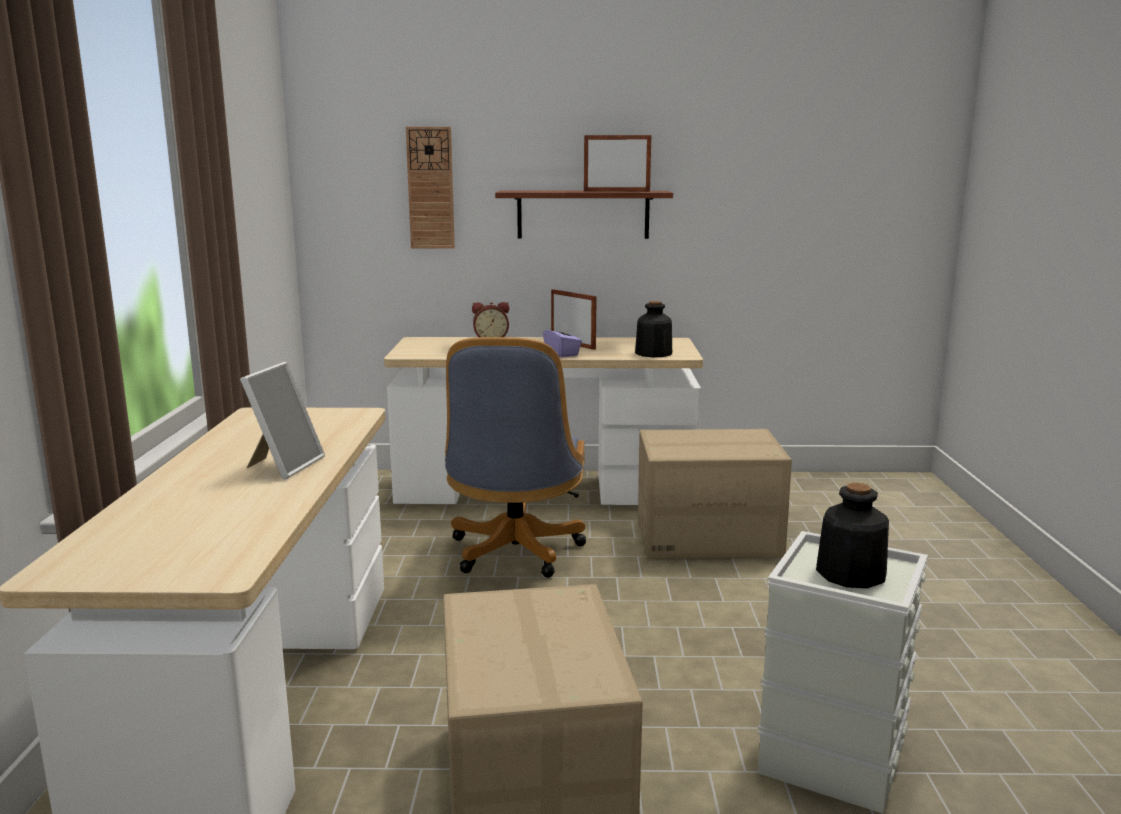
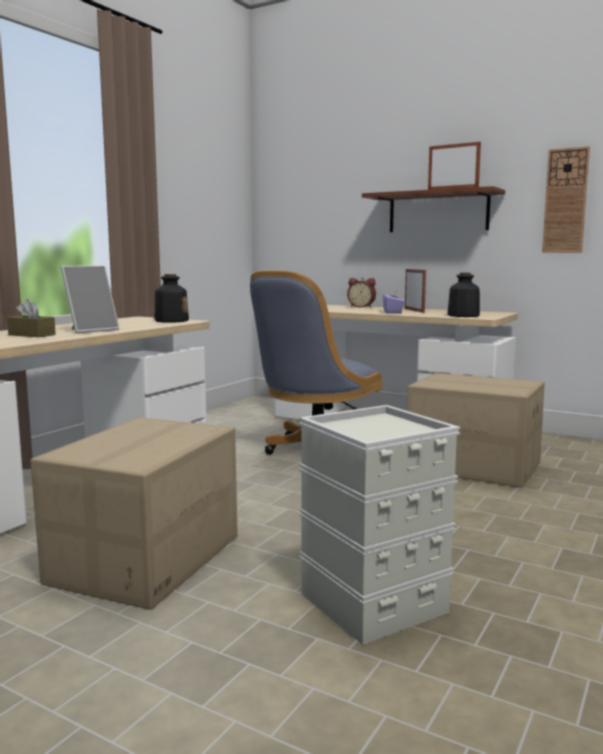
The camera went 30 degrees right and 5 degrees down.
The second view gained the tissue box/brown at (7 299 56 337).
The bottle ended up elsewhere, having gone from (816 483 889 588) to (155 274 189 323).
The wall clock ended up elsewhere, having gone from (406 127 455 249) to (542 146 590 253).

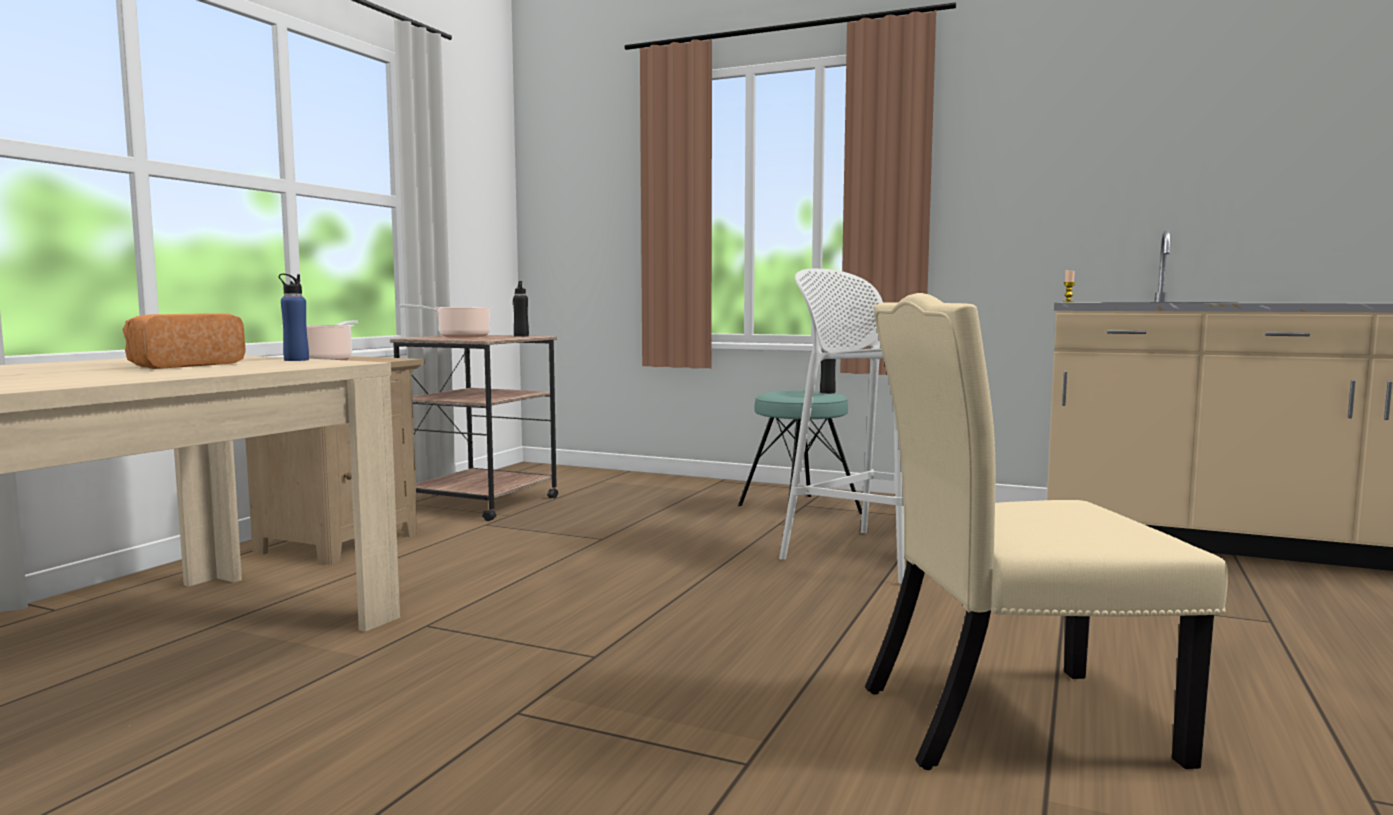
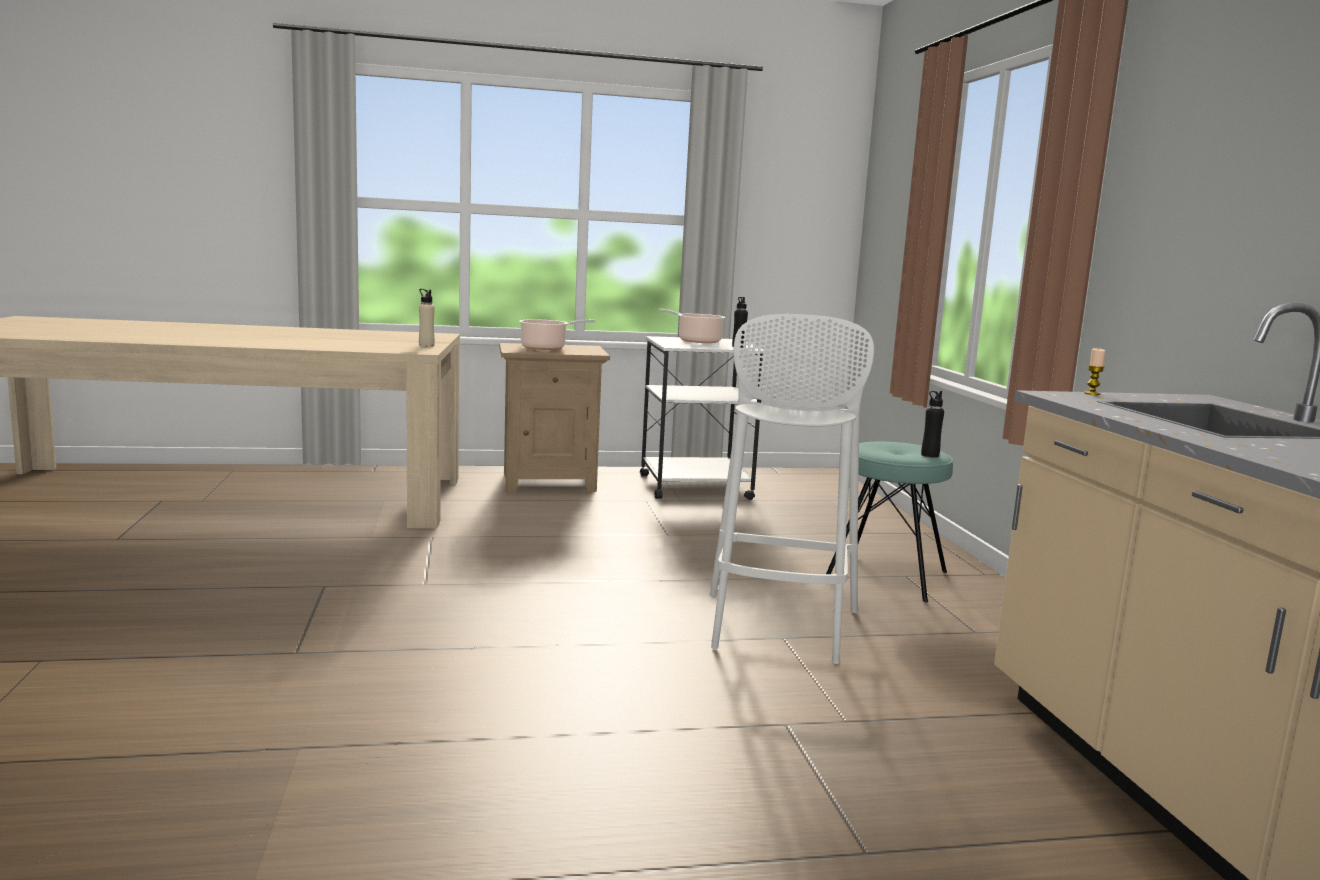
The camera went 55 degrees right and 5 degrees up.
What was the bottle/blue at (279 274 309 361) turned into the bottle/beige at (419 289 435 347).
What was the cart/brown at (390 335 558 521) turned into the cart/white at (640 336 768 500).
The second view lost the bread at (123 313 246 369).
The second view lost the chair/beige at (865 293 1228 770).

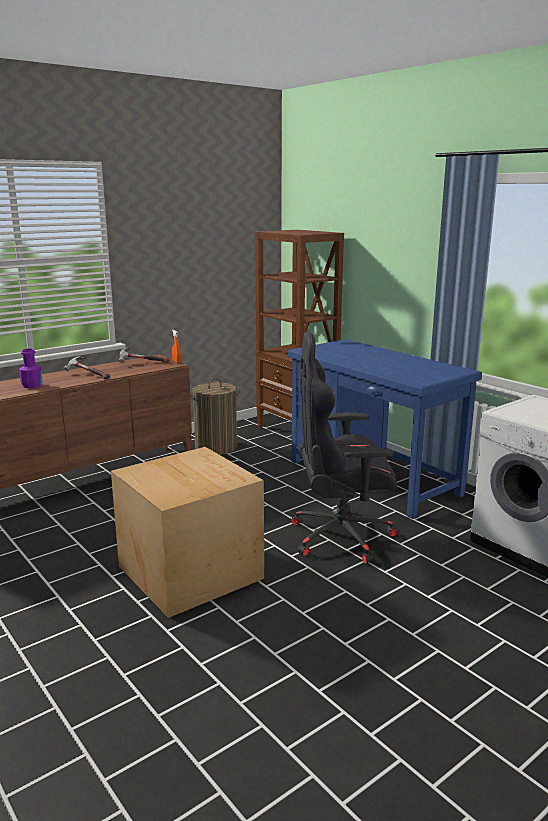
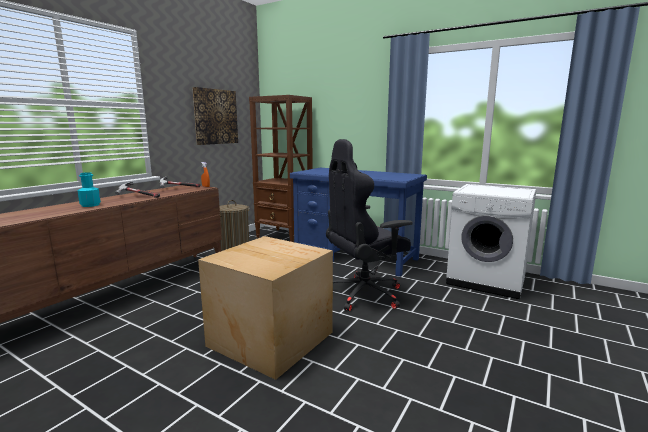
The camera went 20 degrees left and 5 degrees down.
What was the bottle/purple at (19 348 43 388) turned into the bottle/turquoise at (77 172 101 207).
The second view gained the picture at (192 87 238 145).

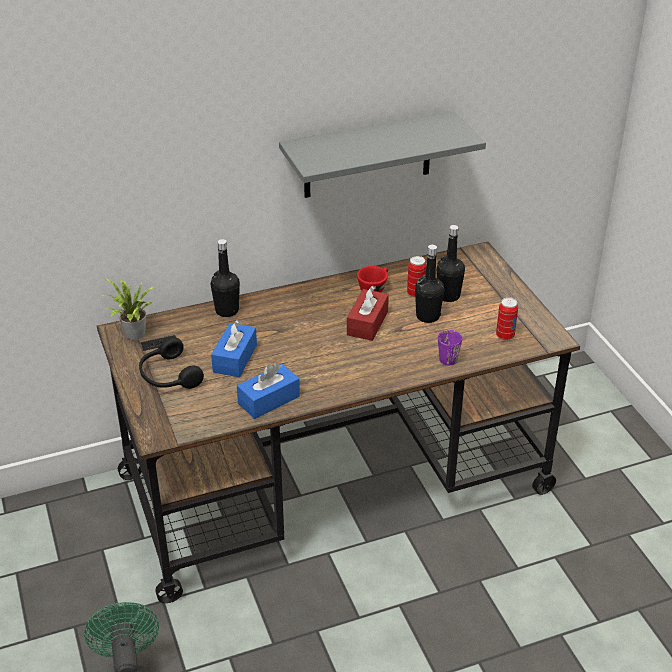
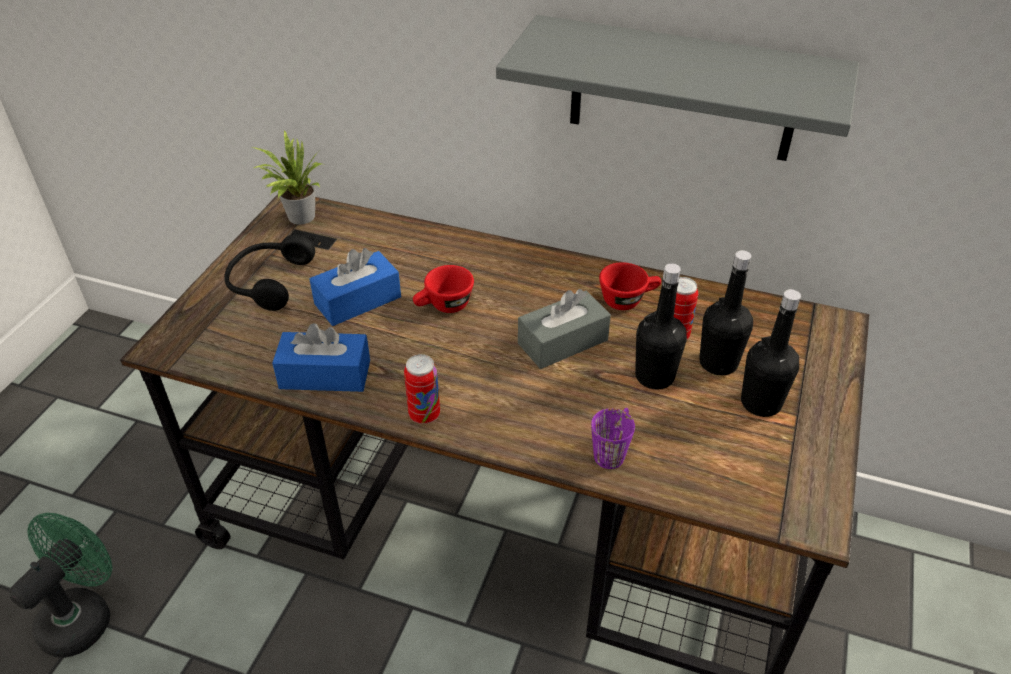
The camera went 40 degrees right and 5 degrees up.
The can ended up elsewhere, having gone from (496 297 518 341) to (404 354 440 424).
The second view gained the cup/red at (413 265 474 313).
What was the tissue box/red at (347 286 389 341) turned into the tissue box/grey at (518 289 611 369).
The bottle/black ended up elsewhere, having gone from (211 239 240 317) to (741 289 801 417).

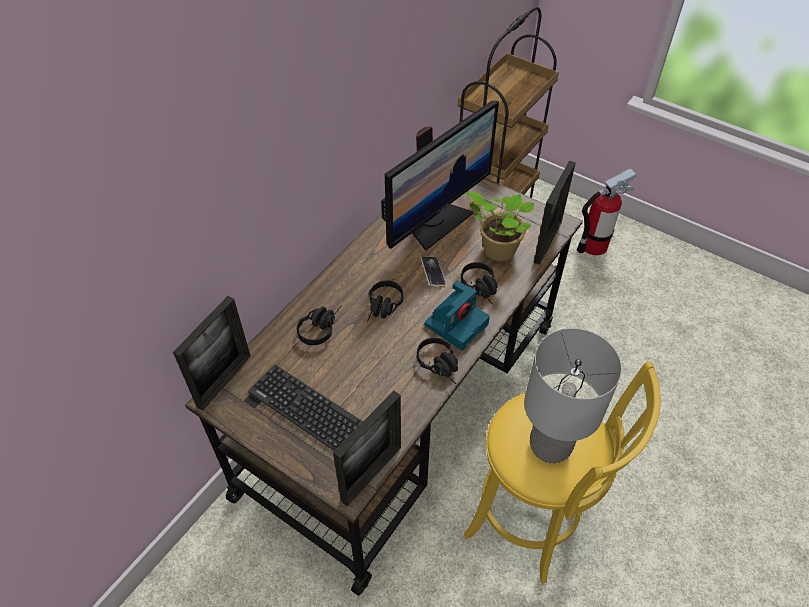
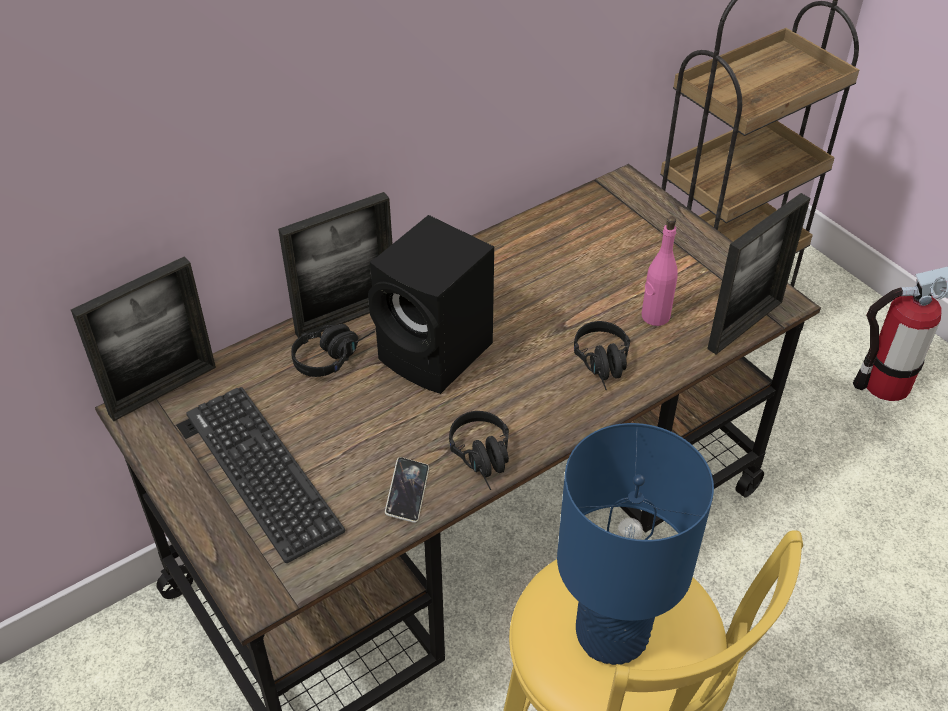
The camera went 20 degrees right and 5 degrees down.
The picture frame ended up elsewhere, having gone from (333 391 401 506) to (278 192 392 338).
Where the headphones/black stood at (367 280 403 322), the speaker/black came to stand at (368 215 494 394).
The phone ended up elsewhere, having gone from (421 257 446 286) to (385 457 429 523).
What was the table lamp/grey at (524 328 622 463) turned into the table lamp/blue at (557 423 714 665).
Where the potted plant stood at (466 192 534 261), the bottle/pink came to stand at (642 217 678 326).
The second view lost the monitor at (381 100 499 251).
The second view lost the photo camera at (425 281 490 351).

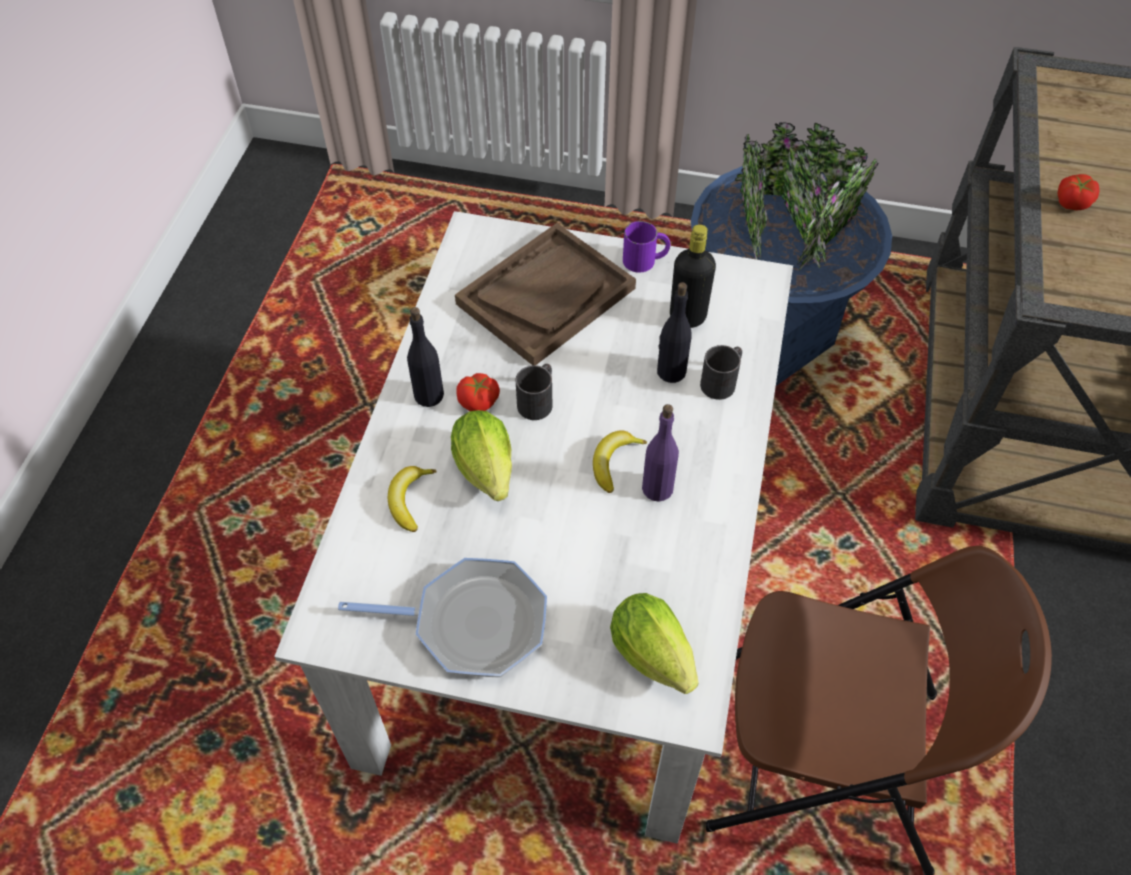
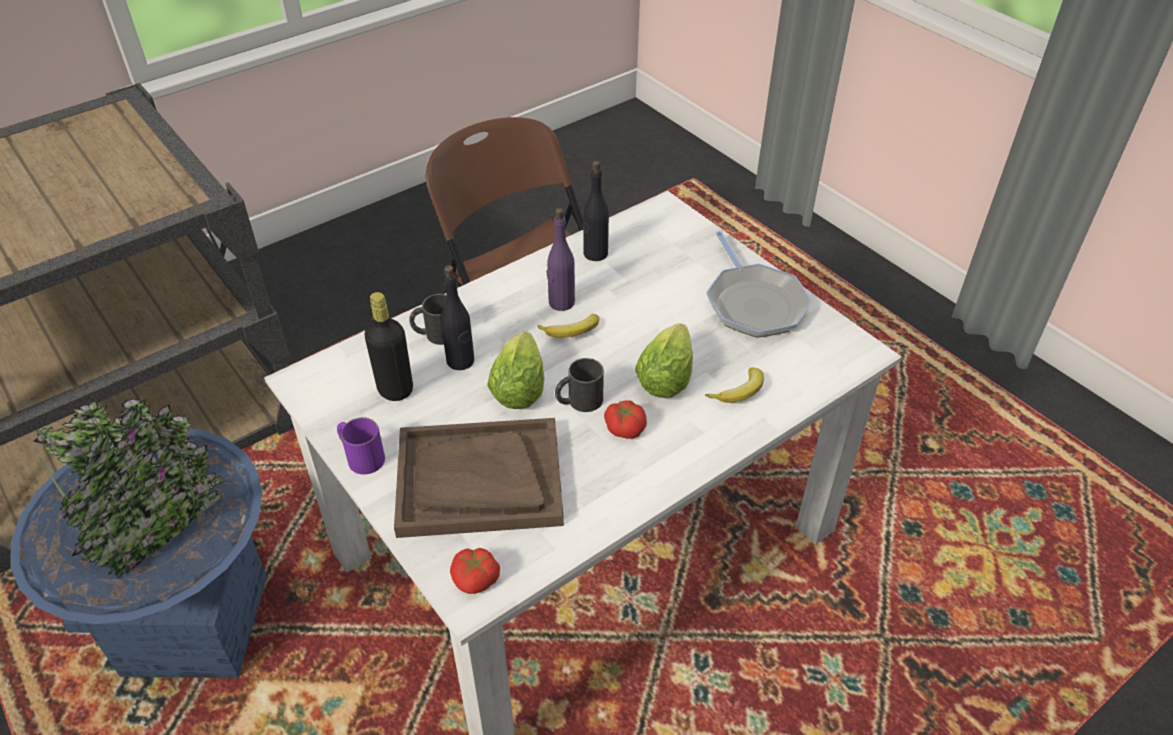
The camera went 140 degrees left and 10 degrees down.
The tomato ended up elsewhere, having gone from (1058 174 1099 211) to (450 548 500 594).
The lettuce ended up elsewhere, having gone from (610 593 699 694) to (487 331 545 409).
The bottle/black ended up elsewhere, having gone from (407 307 444 407) to (582 161 609 261).
The frying pan at (338 558 547 678) ended up facing another way, 150 degrees counterclockwise from before.

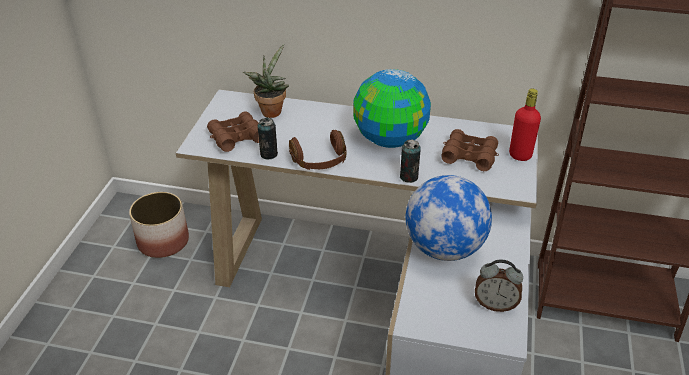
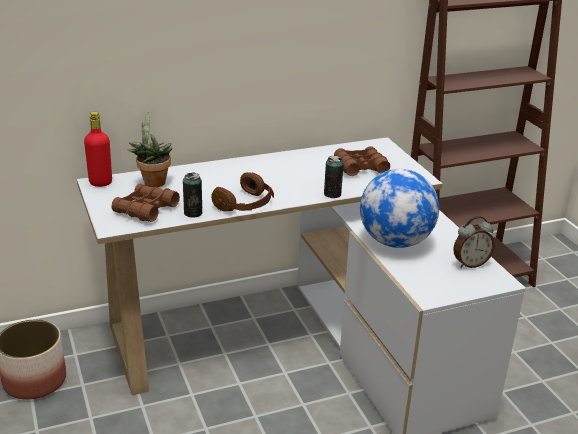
The camera went 35 degrees left and 10 degrees down.
The bottle/red ended up elsewhere, having gone from (509 89 541 161) to (84 112 112 187).
The second view lost the globe at (353 69 431 148).

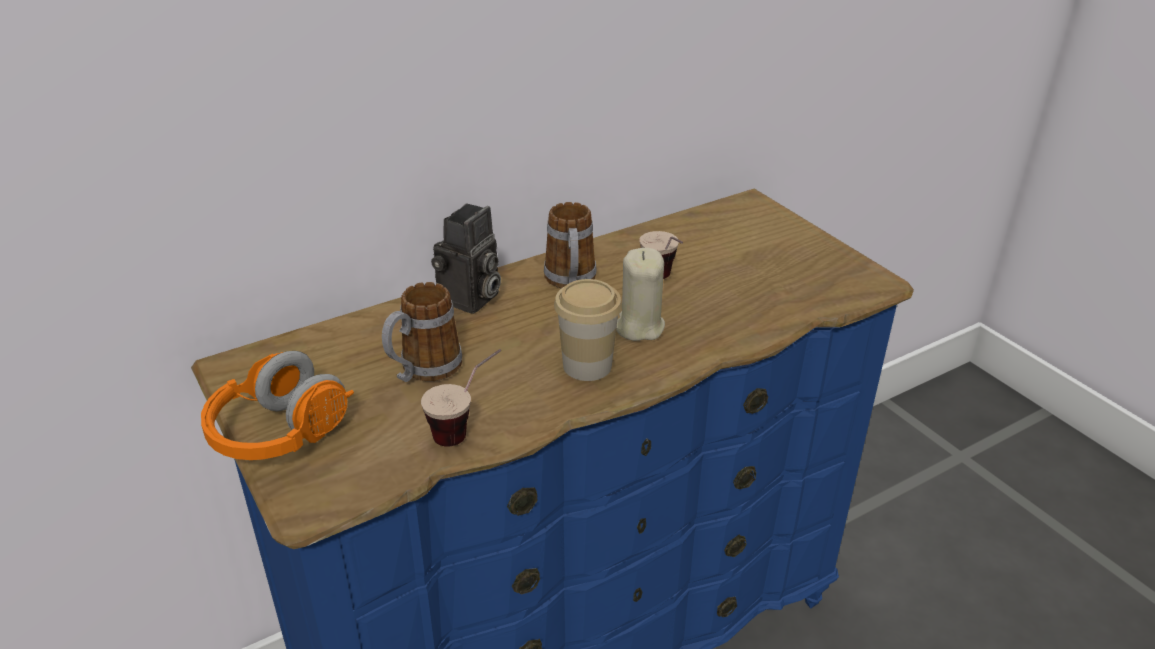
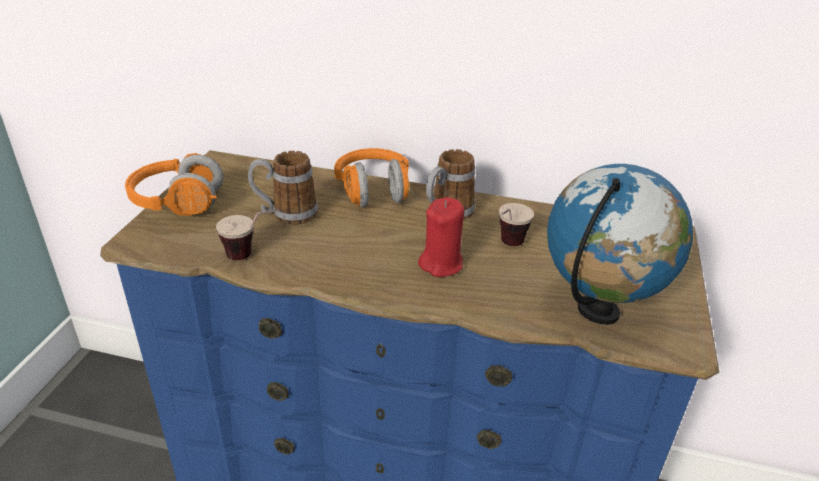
The camera went 45 degrees right and 0 degrees up.
Where the photo camera stood at (431 203 501 314), the headphones/orange came to stand at (334 148 409 207).
What was the candle/beige at (616 248 665 341) turned into the candle/red at (418 197 465 277).
The second view gained the globe at (547 164 693 325).
The second view lost the cup at (554 279 622 381).

